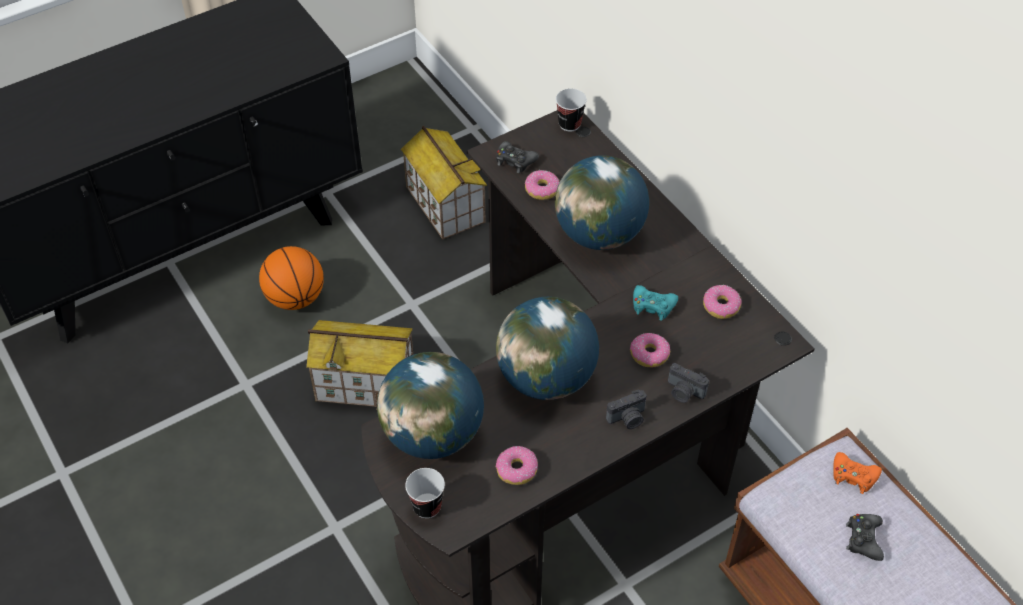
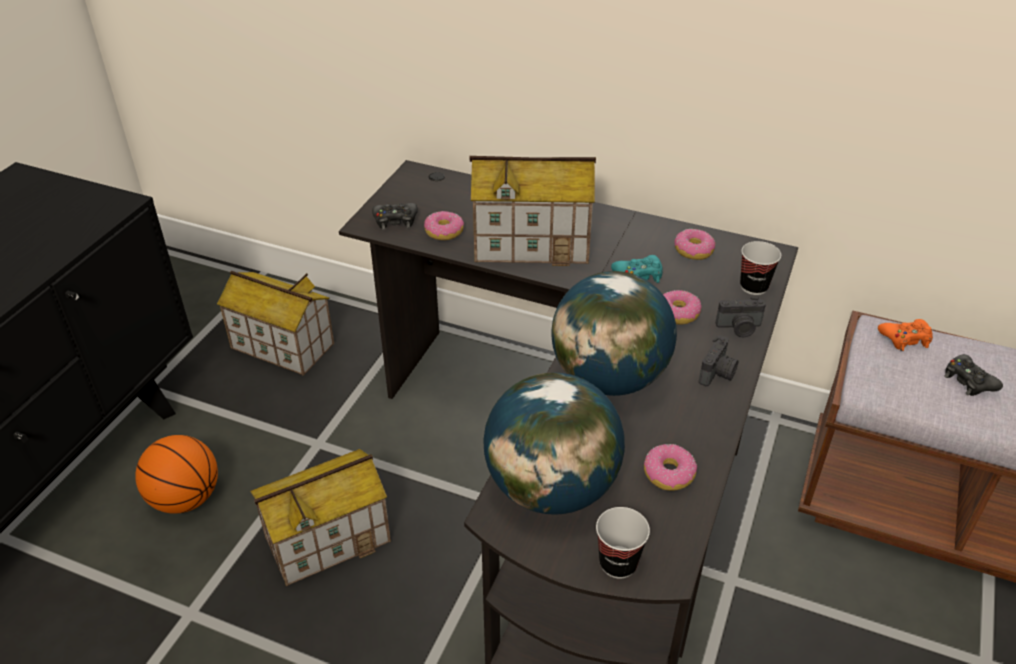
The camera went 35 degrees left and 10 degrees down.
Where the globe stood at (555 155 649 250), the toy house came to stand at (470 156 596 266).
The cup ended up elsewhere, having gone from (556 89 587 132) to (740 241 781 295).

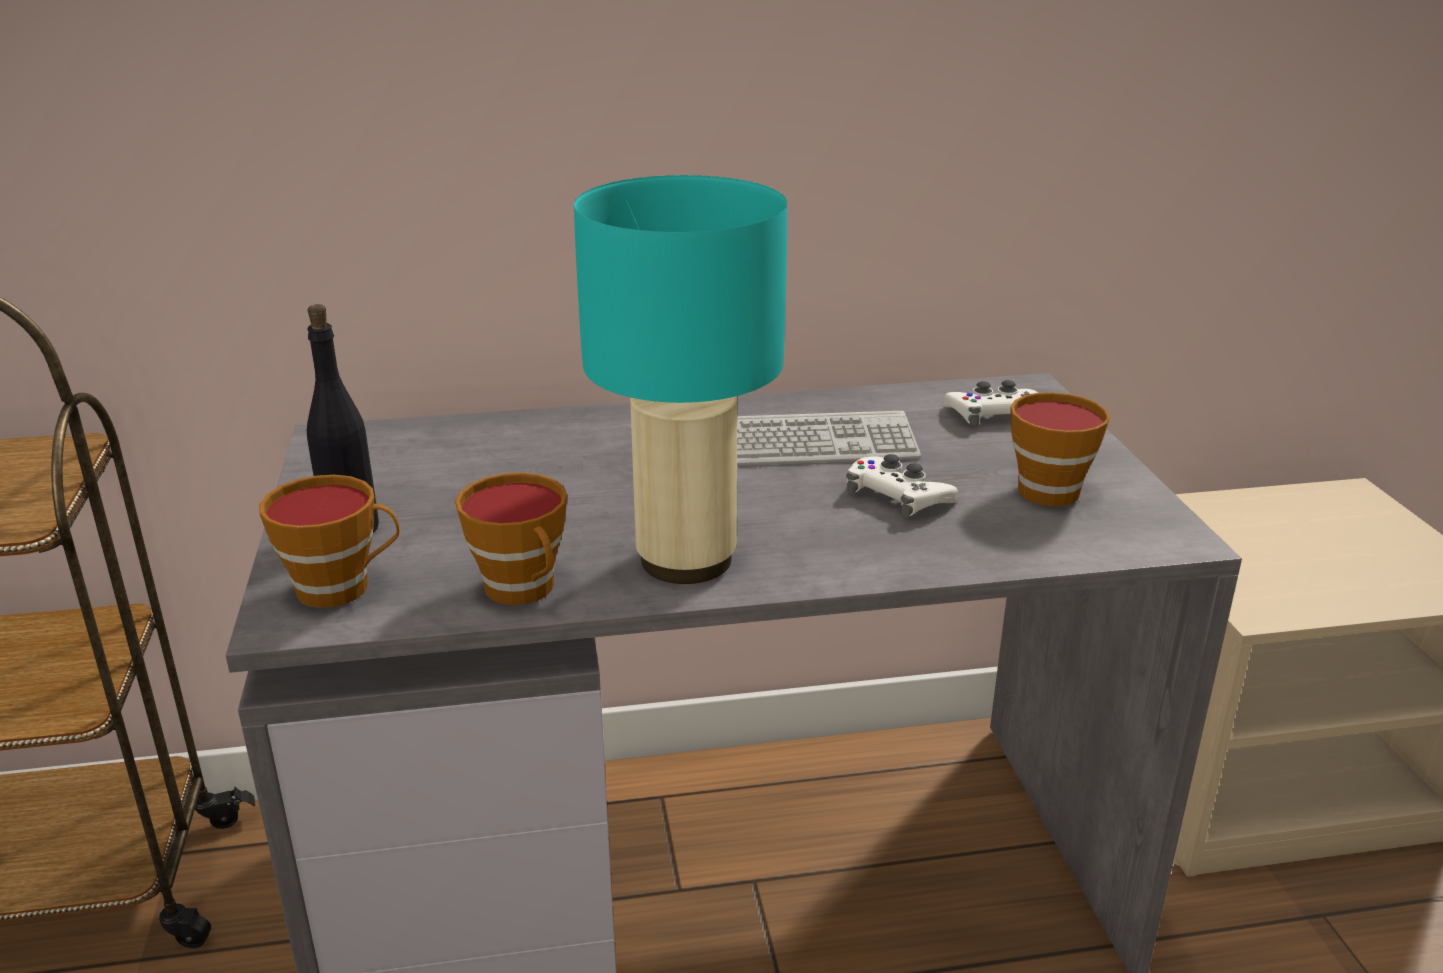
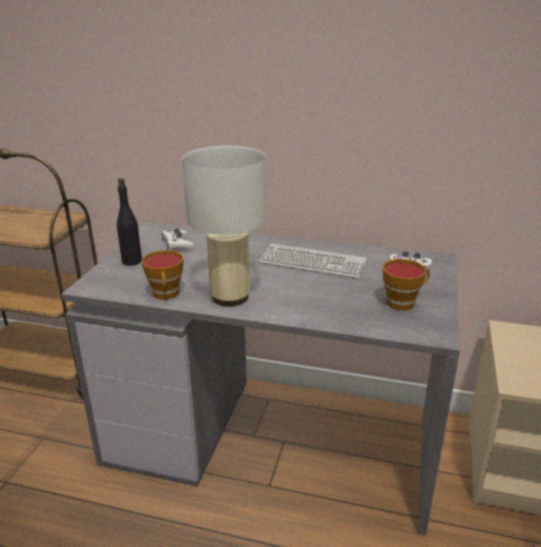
The camera went 25 degrees right and 0 degrees up.
The game controller/white ended up elsewhere, having gone from (846 454 958 518) to (161 228 194 250).
What was the table lamp/turquoise at (574 175 787 584) turned into the table lamp/white at (182 145 266 307).
The second view lost the cup at (259 475 400 608).

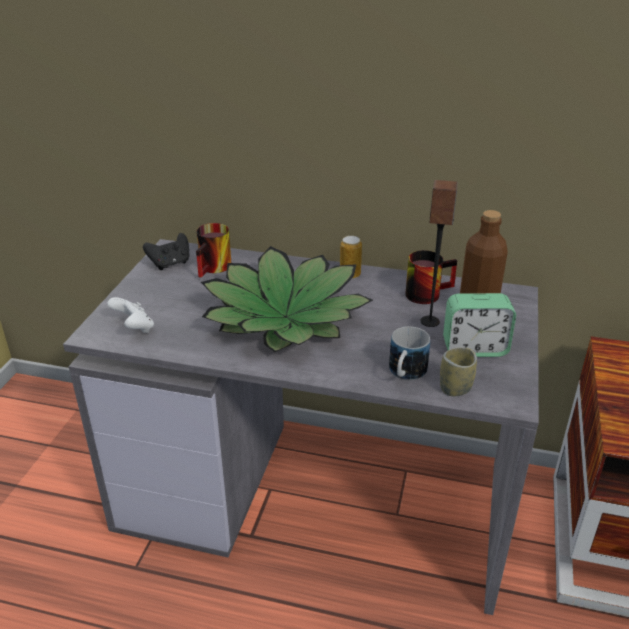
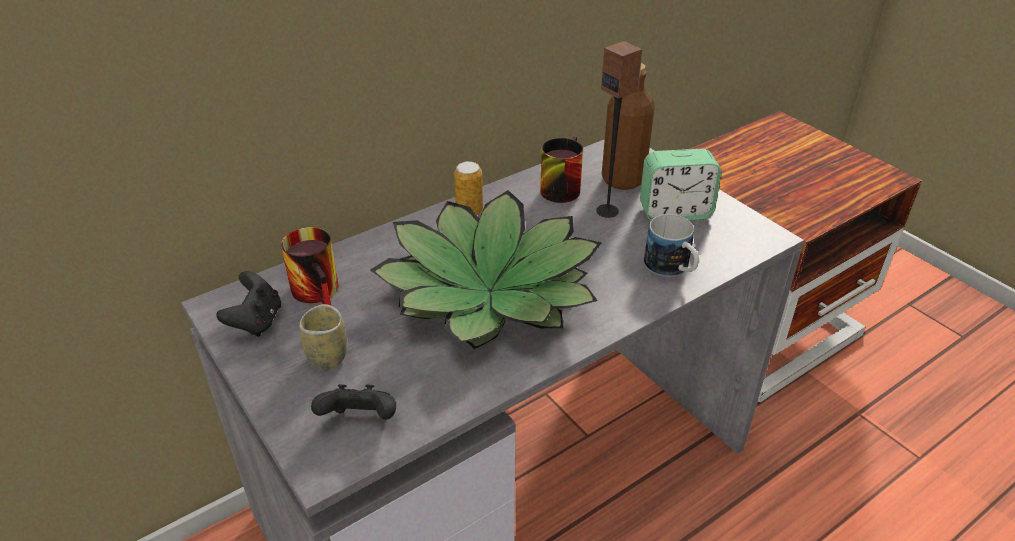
The camera went 50 degrees left and 5 degrees up.
The cup ended up elsewhere, having gone from (440 347 477 396) to (299 304 347 371).
What was the game controller/white at (107 297 154 333) turned into the game controller/black at (311 384 396 420).
The alarm clock at (443 293 516 357) ended up facing another way, 45 degrees clockwise from before.

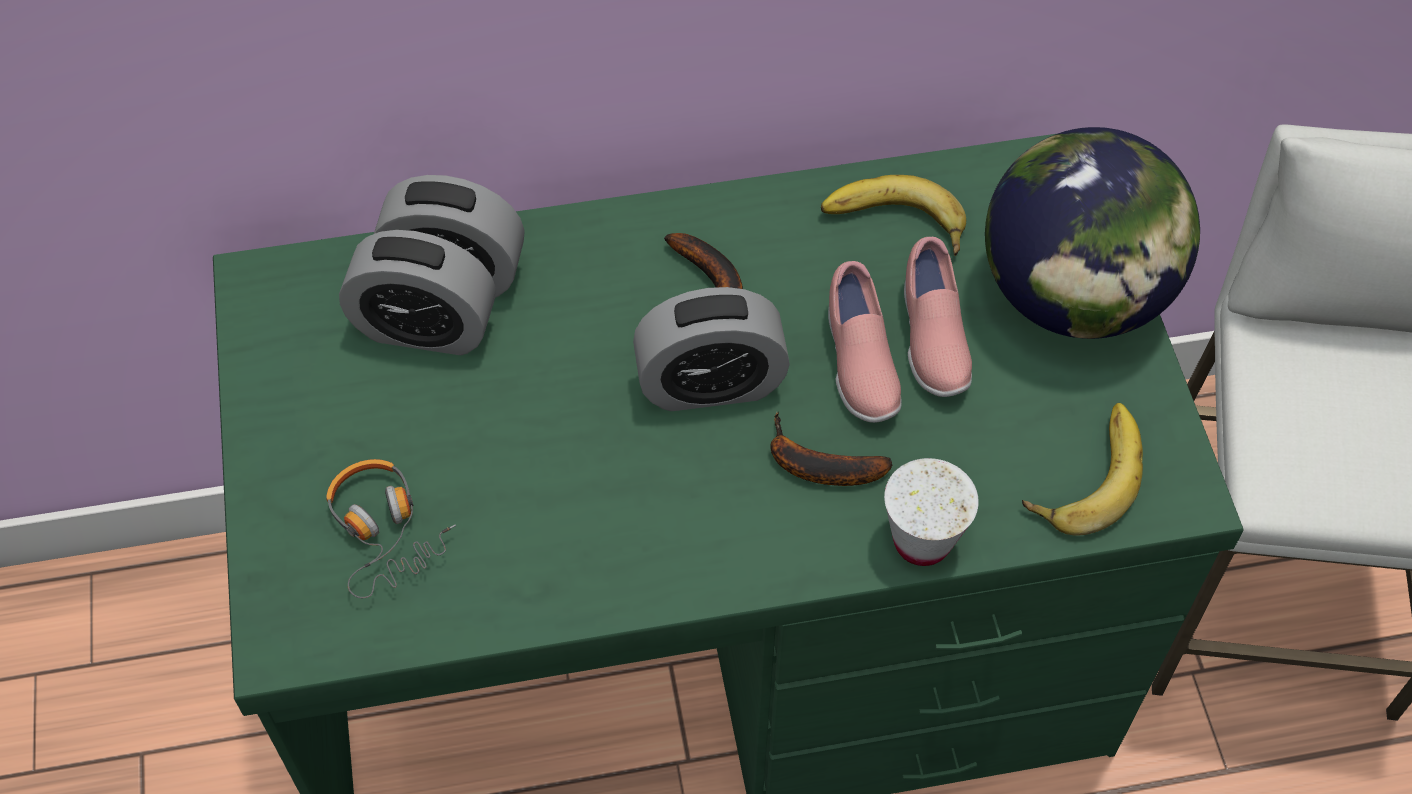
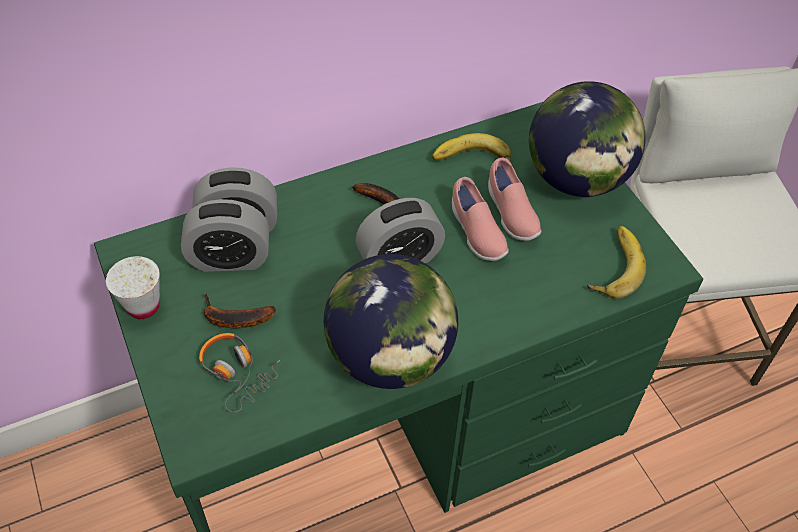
The camera went 15 degrees left and 5 degrees down.
The cup/white ended up elsewhere, having gone from (884 458 979 566) to (106 256 160 319).
The banana ended up elsewhere, having gone from (770 411 893 486) to (204 293 276 328).
The second view gained the globe at (324 254 458 389).

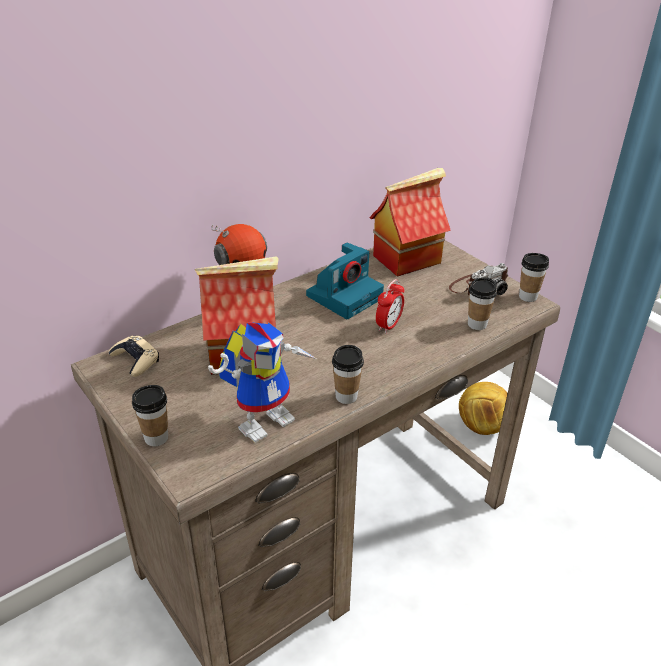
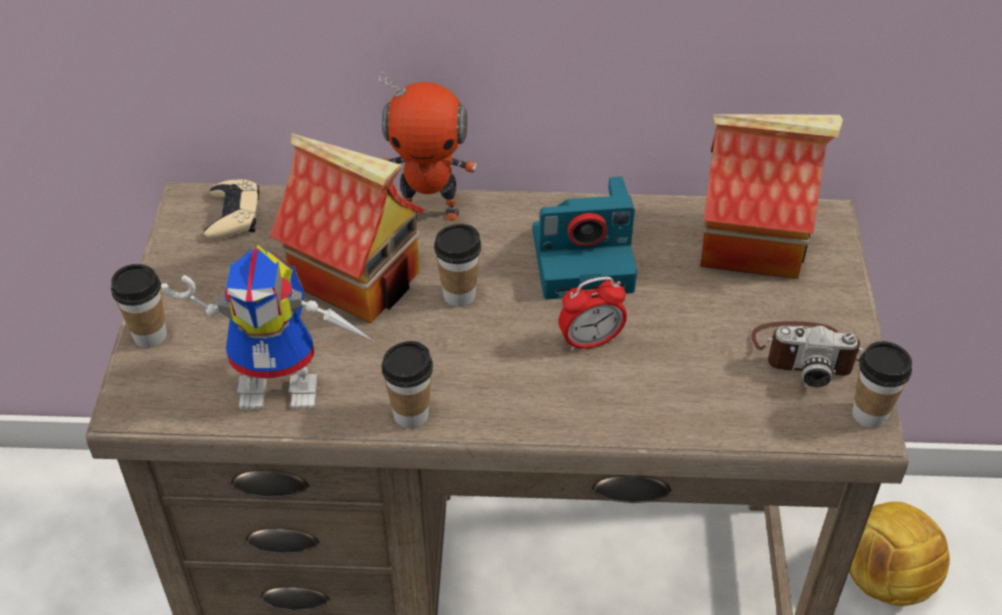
The camera went 40 degrees right and 10 degrees up.
The cup ended up elsewhere, having gone from (468 277 497 330) to (434 224 481 307).

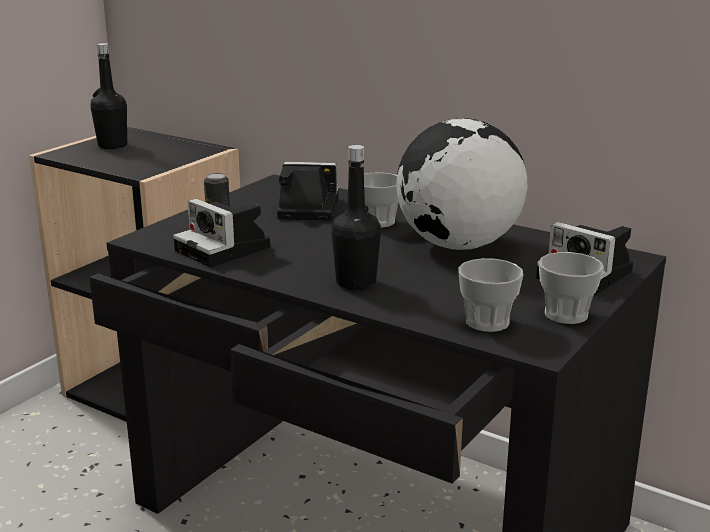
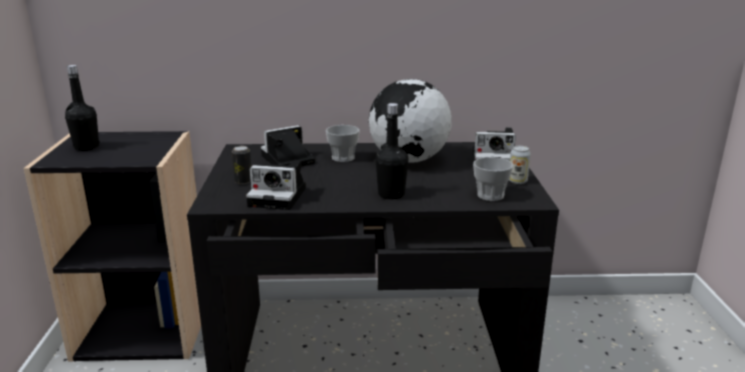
The camera went 35 degrees left and 0 degrees up.
Where the cup stood at (539 252 604 324), the can came to stand at (509 146 531 184).

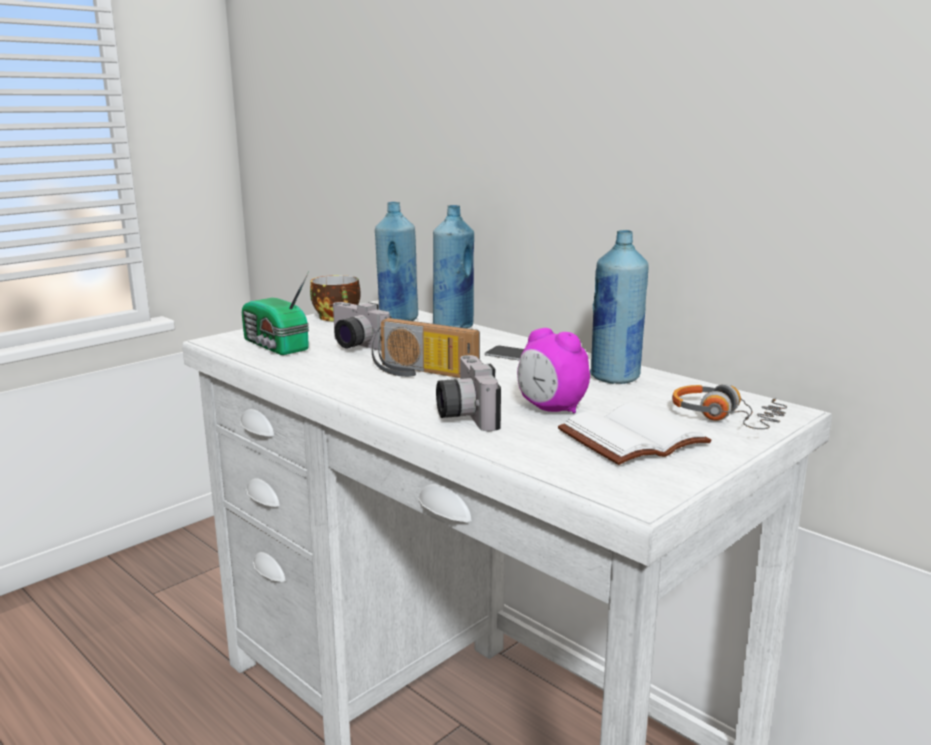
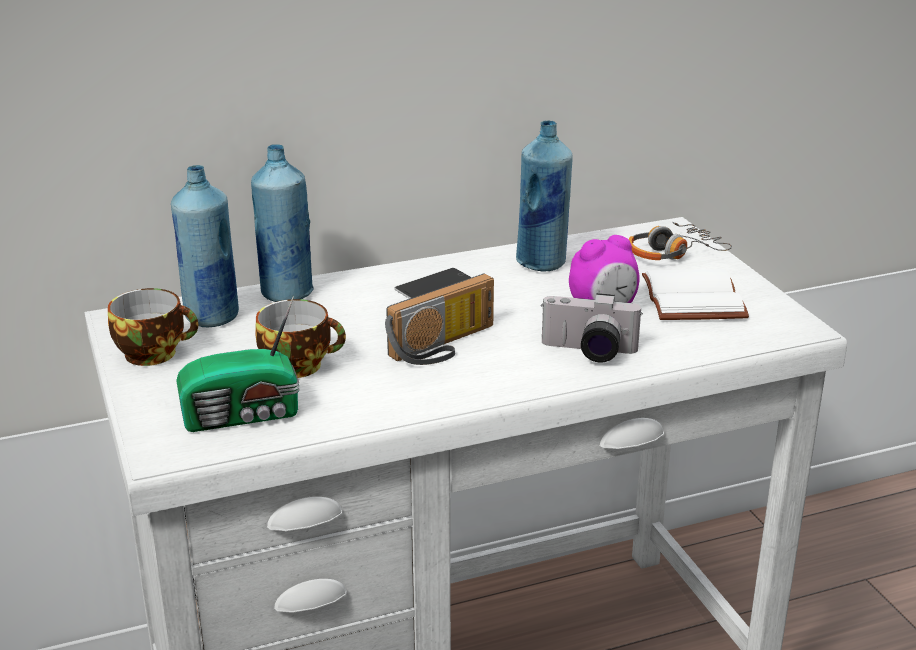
The camera went 65 degrees left and 10 degrees up.
Where the photo camera stood at (332 302 391 351), the cup came to stand at (255 299 346 378).

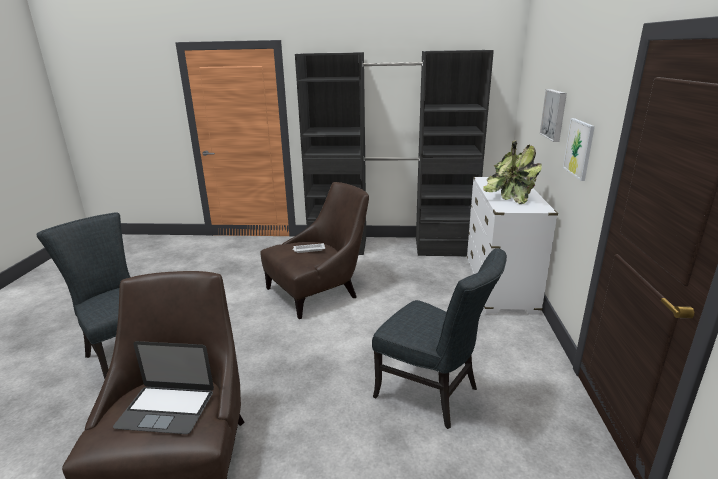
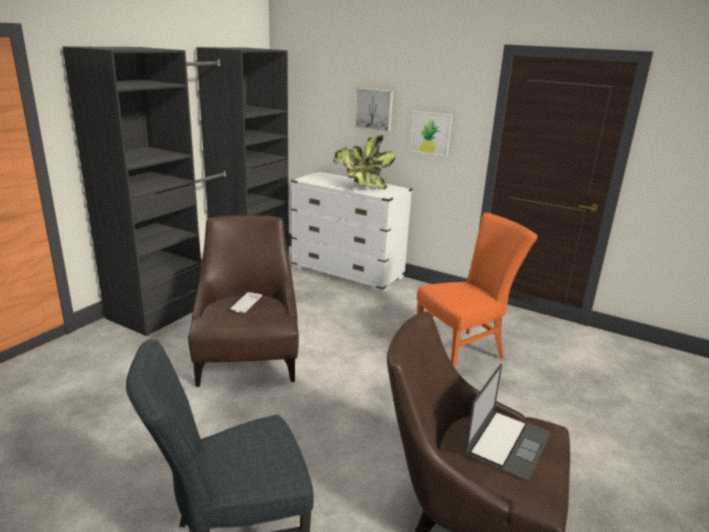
The camera went 65 degrees left and 0 degrees up.
What was the chair/grey at (372 248 507 429) turned into the chair/orange at (417 213 538 368).

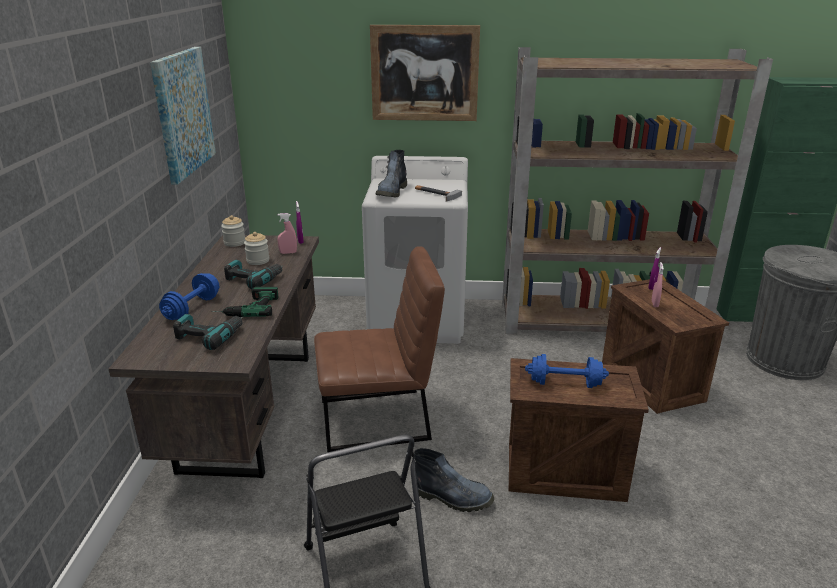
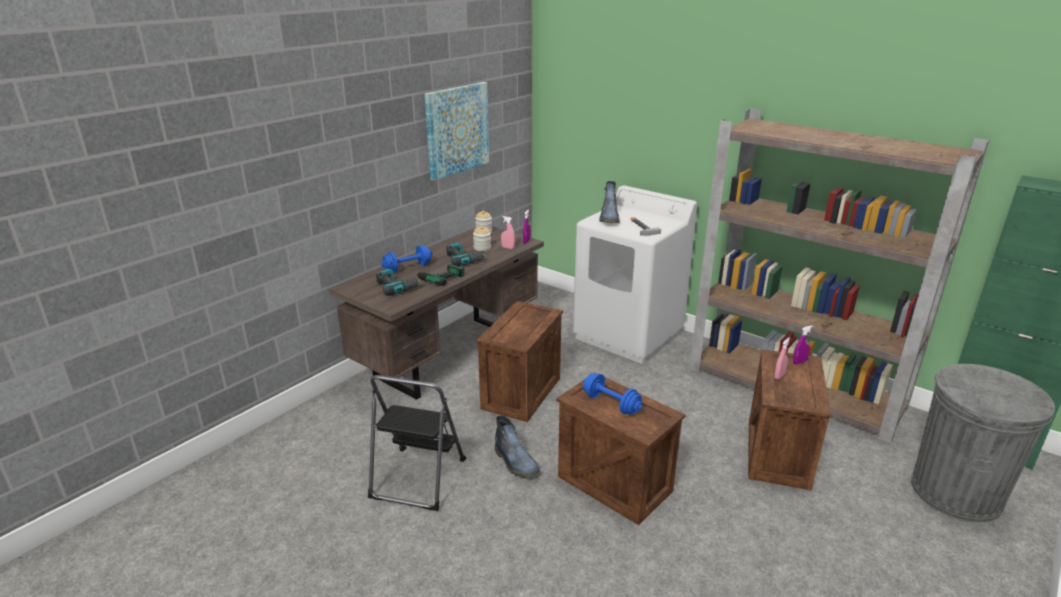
The camera went 35 degrees right and 0 degrees up.
Where the chair/brown stood at (314 247 445 452), the crate came to stand at (476 301 563 422).
The boot at (376 150 407 197) ended up facing another way, 45 degrees counterclockwise from before.
The second view lost the picture at (370 25 480 121).

